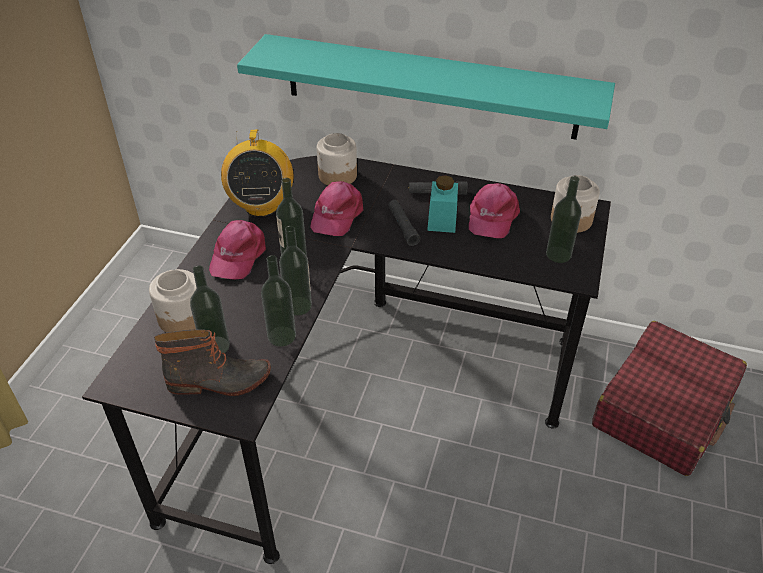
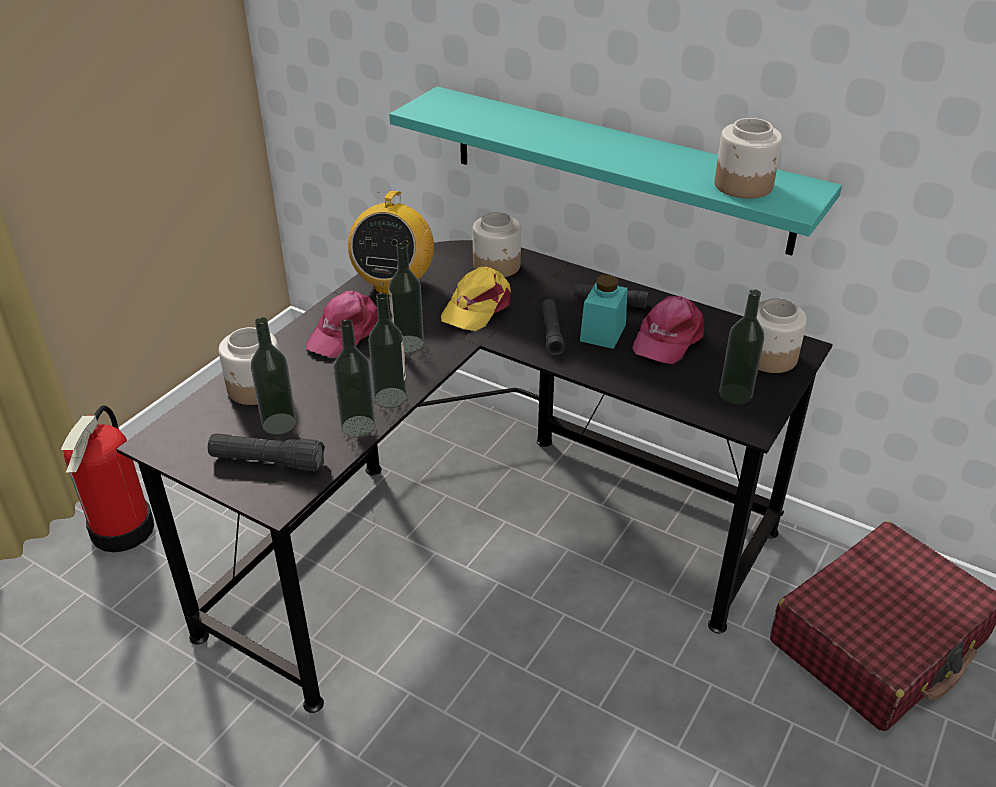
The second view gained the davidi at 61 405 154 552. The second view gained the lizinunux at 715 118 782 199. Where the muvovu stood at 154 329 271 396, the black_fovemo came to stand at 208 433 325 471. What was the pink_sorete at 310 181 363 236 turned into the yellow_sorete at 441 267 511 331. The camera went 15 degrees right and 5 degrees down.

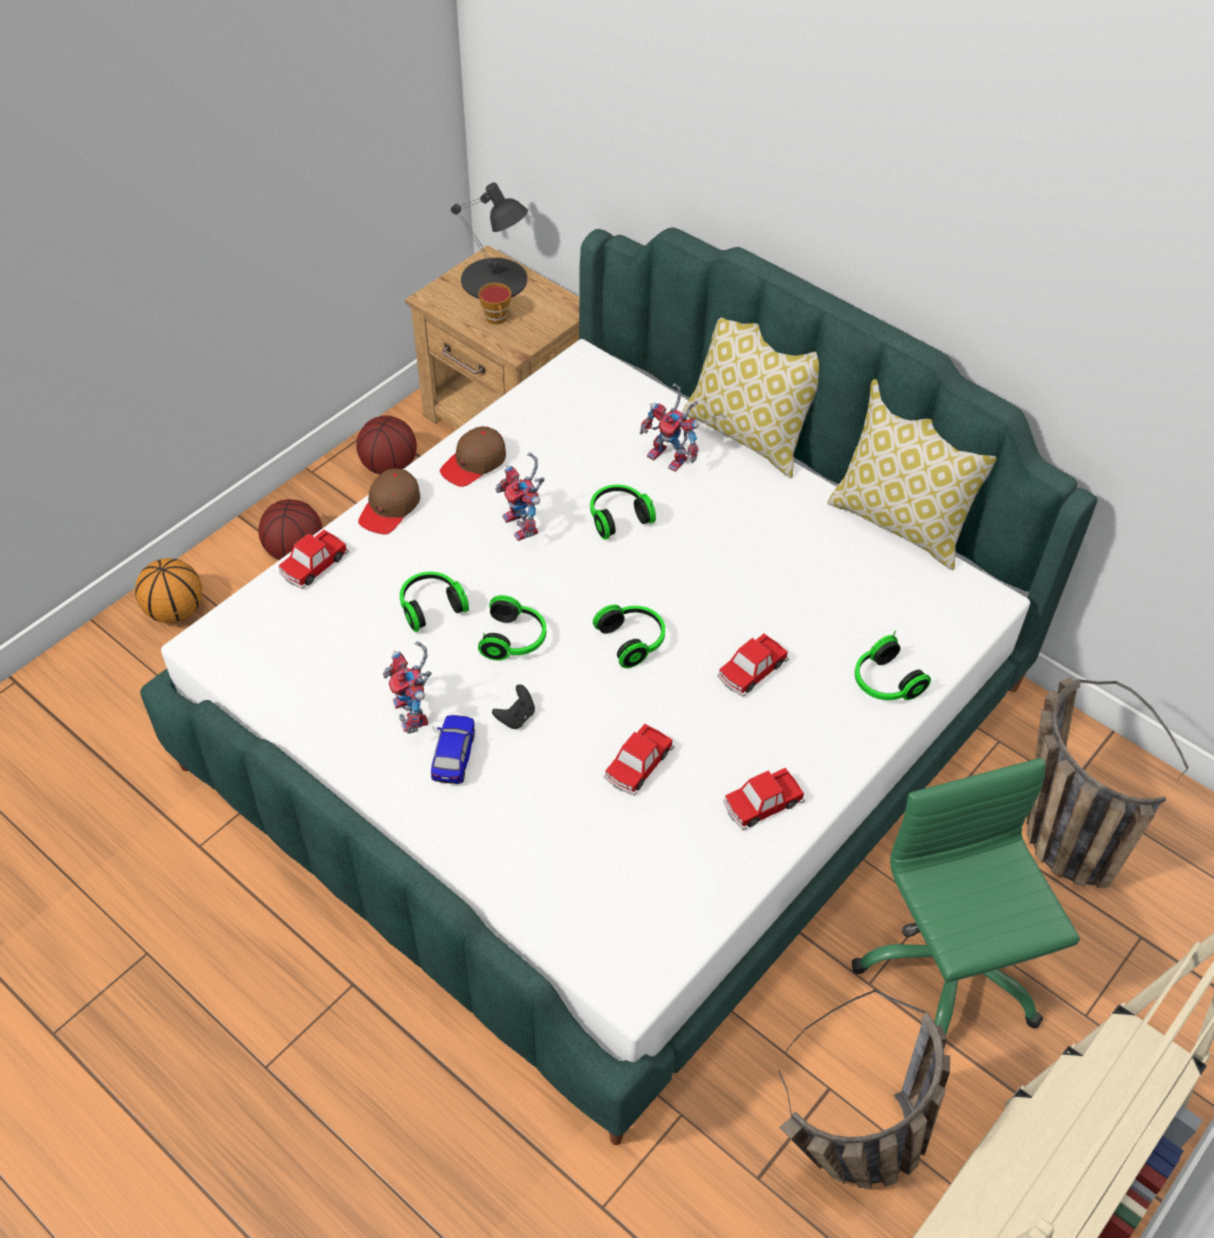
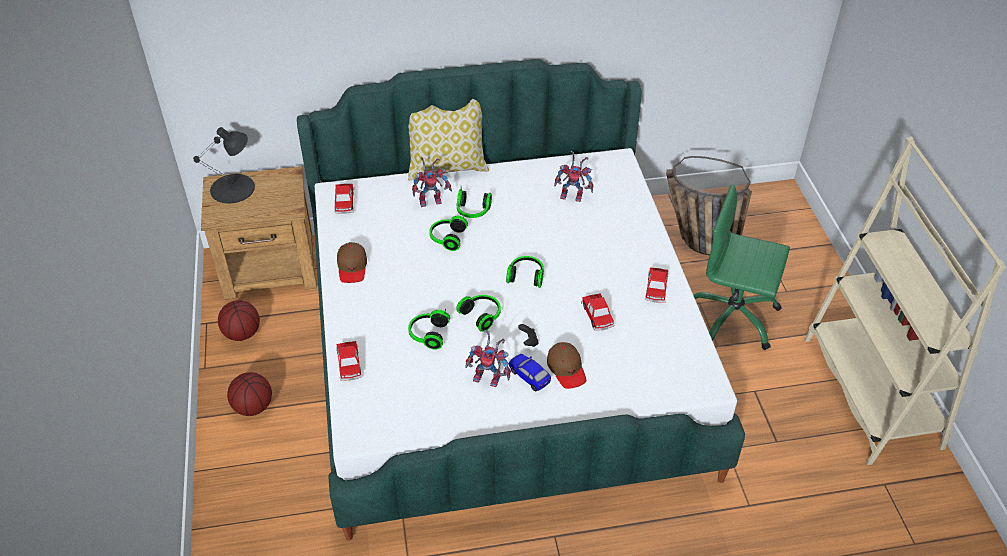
The second view lost the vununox at 135 558 202 623. The second view lost the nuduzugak at 479 283 511 324. The second view lost the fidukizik at 779 989 950 1189. The second view lost the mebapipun at 827 379 996 570. The brown_sorete ended up elsewhere, having gone from 358 468 420 534 to 547 342 586 389. The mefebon ended up elsewhere, having gone from 495 452 544 541 to 554 151 593 202. The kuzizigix ended up elsewhere, having gone from 717 634 789 697 to 334 184 354 214. The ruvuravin ended up elsewhere, having gone from 855 631 931 700 to 457 189 492 218. The camera went 50 degrees left and 5 degrees down.

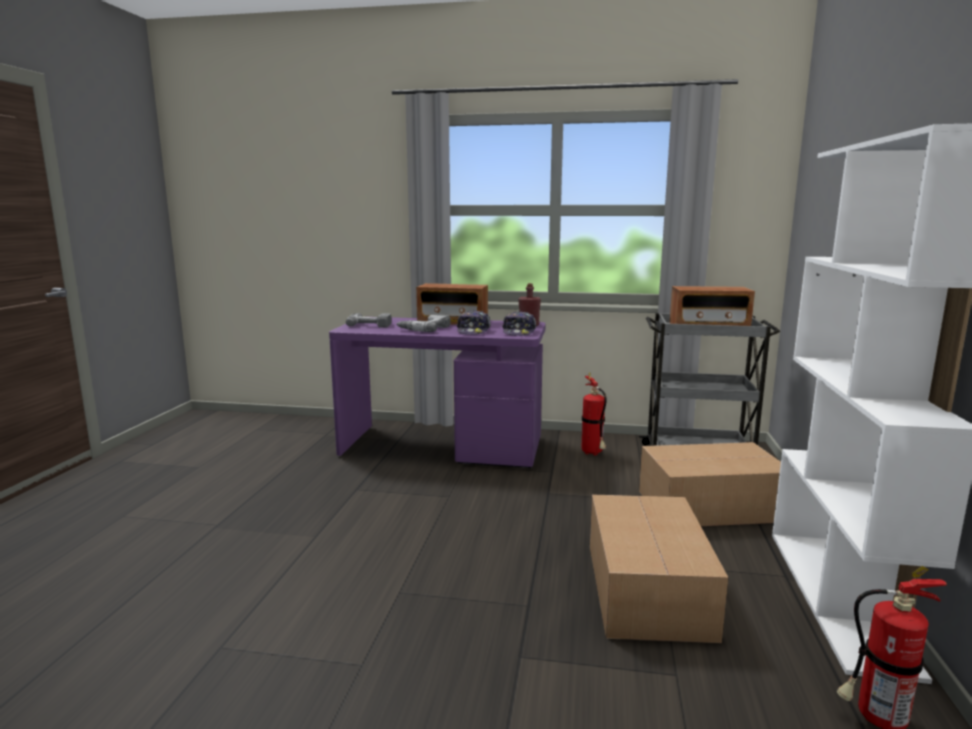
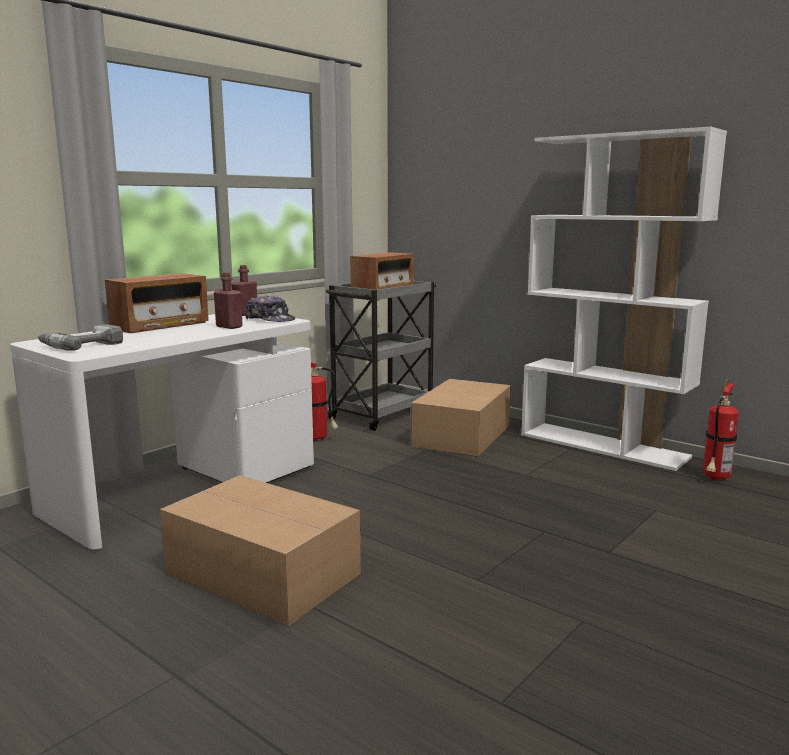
The second view lost the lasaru at 397 314 451 332. The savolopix ended up elsewhere, having gone from 590 495 729 644 to 160 475 361 626. Where the sorete stood at 457 310 491 335, the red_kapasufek came to stand at 214 272 243 329. What was the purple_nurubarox at 329 317 546 468 turned into the white_nurubarox at 10 314 314 549. The camera went 60 degrees left and 0 degrees up.

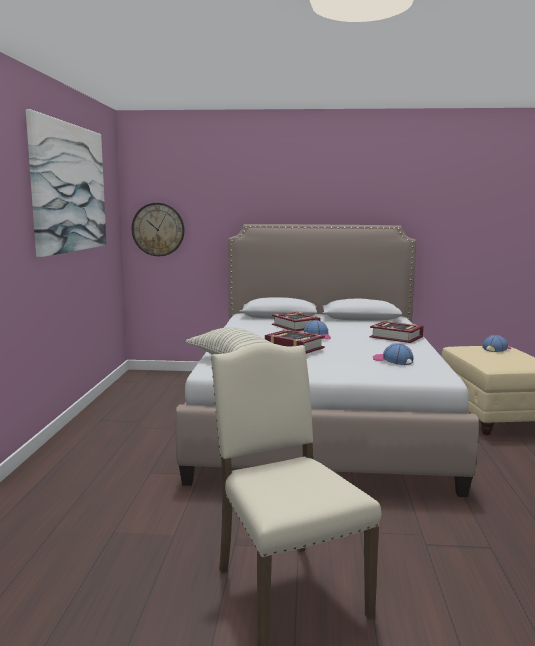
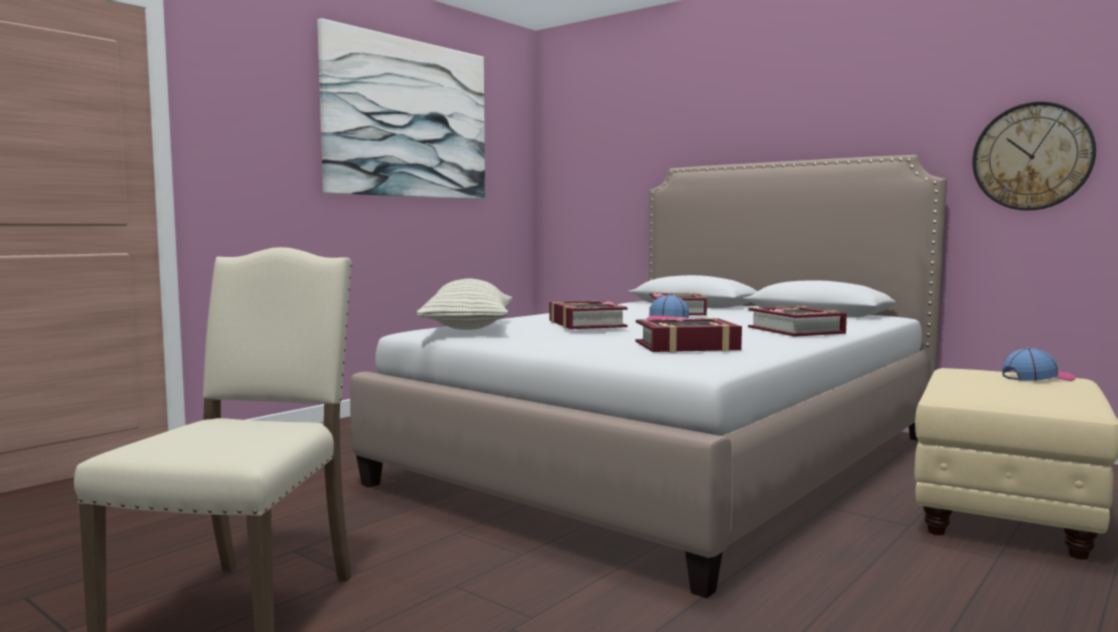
The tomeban ended up elsewhere, having gone from 132 203 184 256 to 972 102 1096 211. Where the sorete stood at 373 343 413 365, the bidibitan came to stand at 636 317 742 353. The camera went 35 degrees right and 5 degrees down.

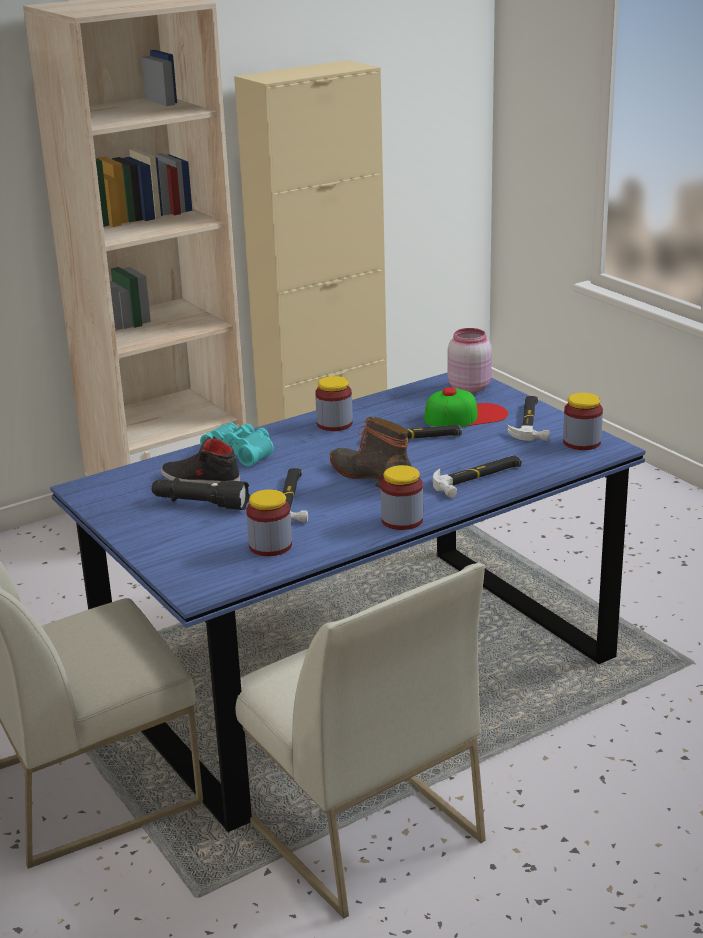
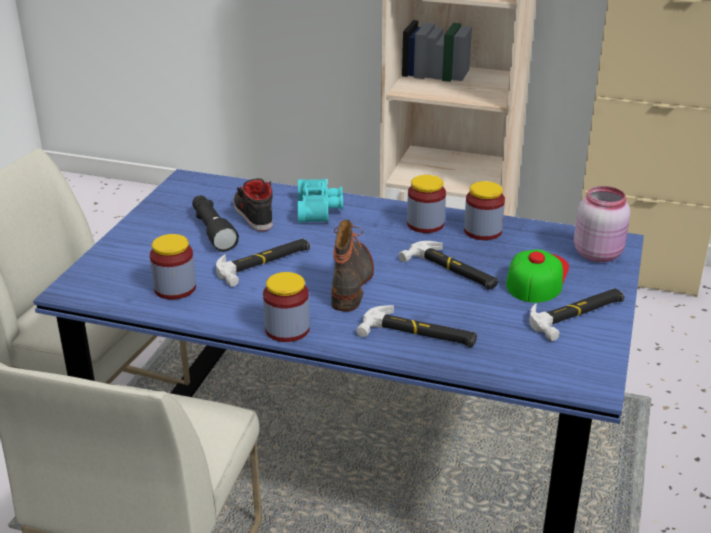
The lizinunux ended up elsewhere, having gone from 563 393 603 450 to 464 181 505 240. The sorete at 424 387 508 427 ended up facing another way, 105 degrees counterclockwise from before. The camera went 50 degrees right and 5 degrees up.

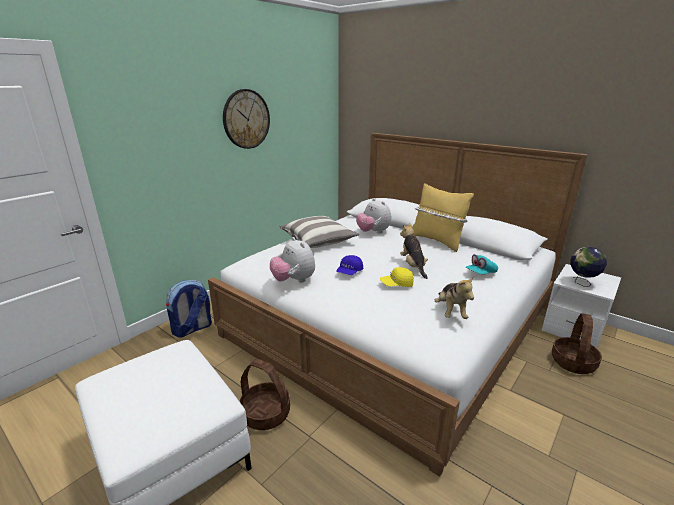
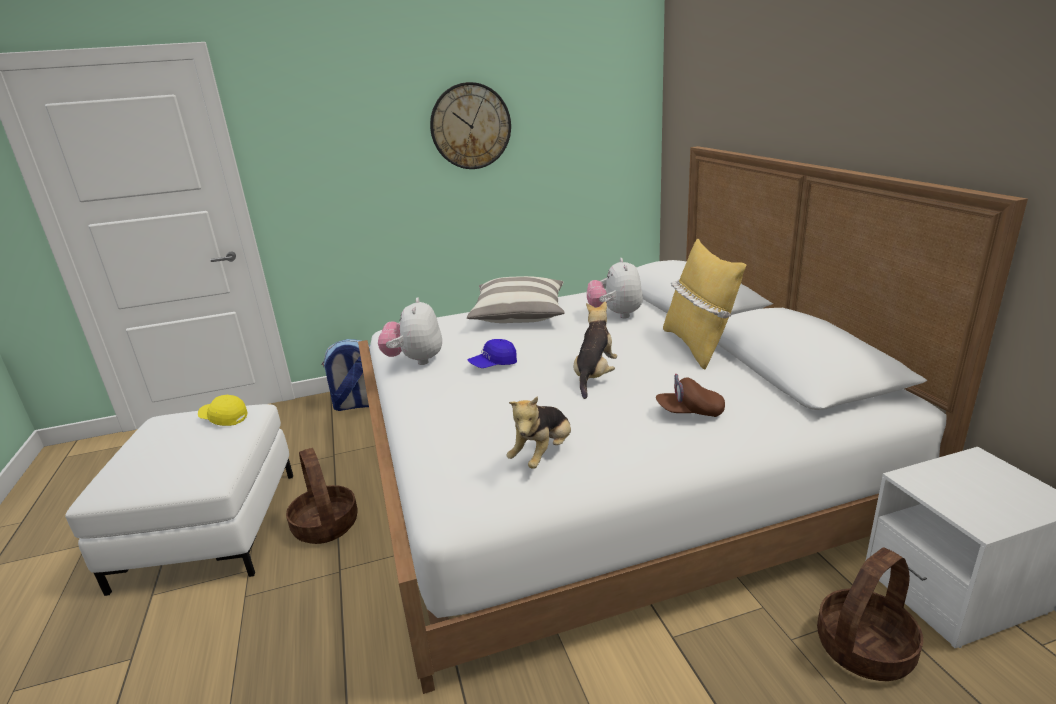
The second view lost the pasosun at 570 247 607 287. The yellow_sorete ended up elsewhere, having gone from 380 267 414 287 to 198 395 248 426. What was the turquoise_sorete at 466 254 498 275 turned into the brown_sorete at 656 374 725 417. The camera went 35 degrees right and 0 degrees up.

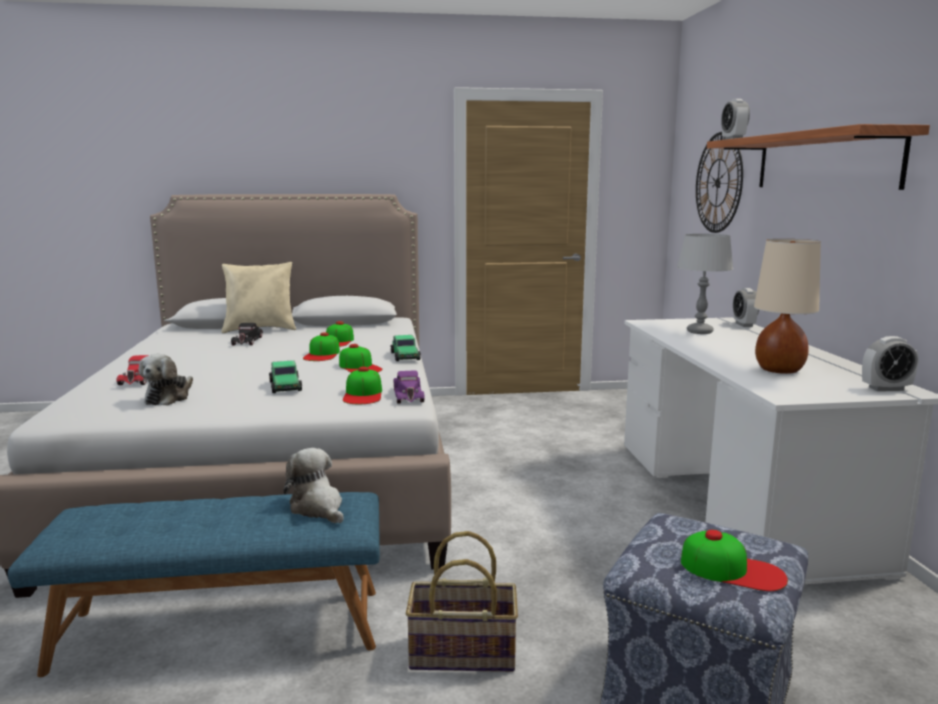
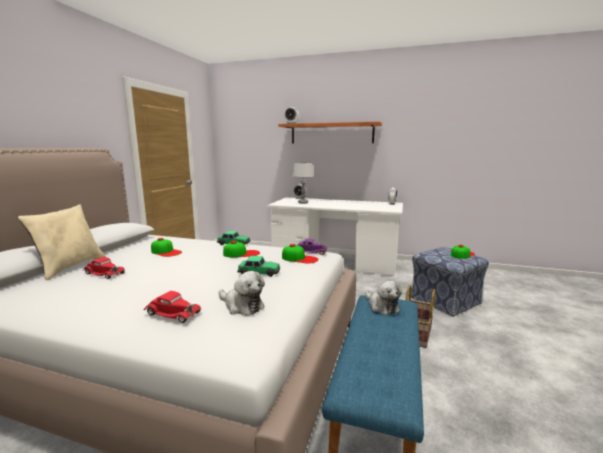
The second view lost the sorete at 303 332 340 361. The second view lost the tomeban at 696 132 743 233. The second view lost the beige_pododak at 754 239 821 374. What was the black_kuzizigix at 231 323 263 345 turned into the red_kuzizigix at 83 257 125 279. The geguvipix at 283 448 344 523 ended up facing another way, 105 degrees counterclockwise from before. The camera went 65 degrees left and 0 degrees up.

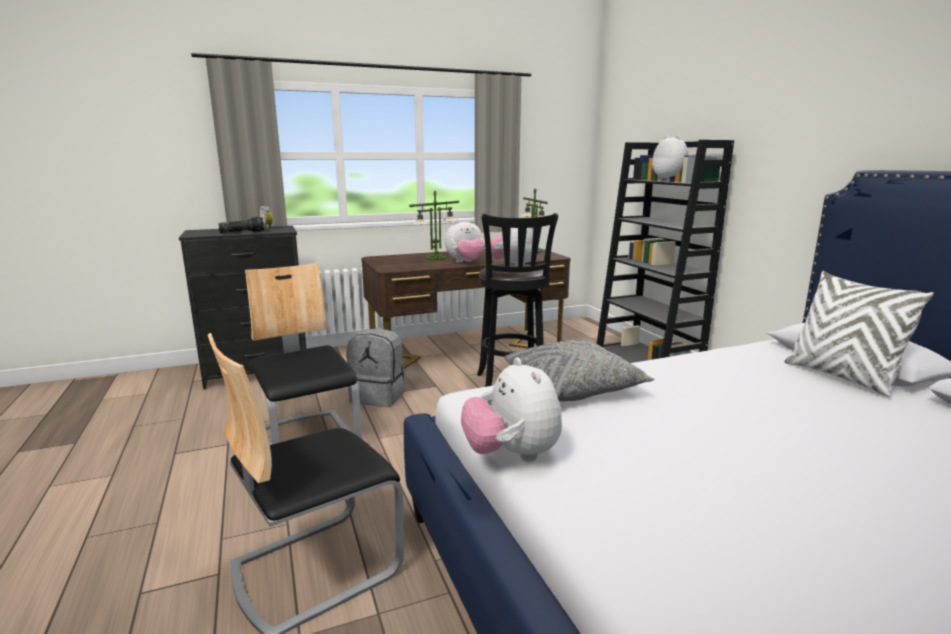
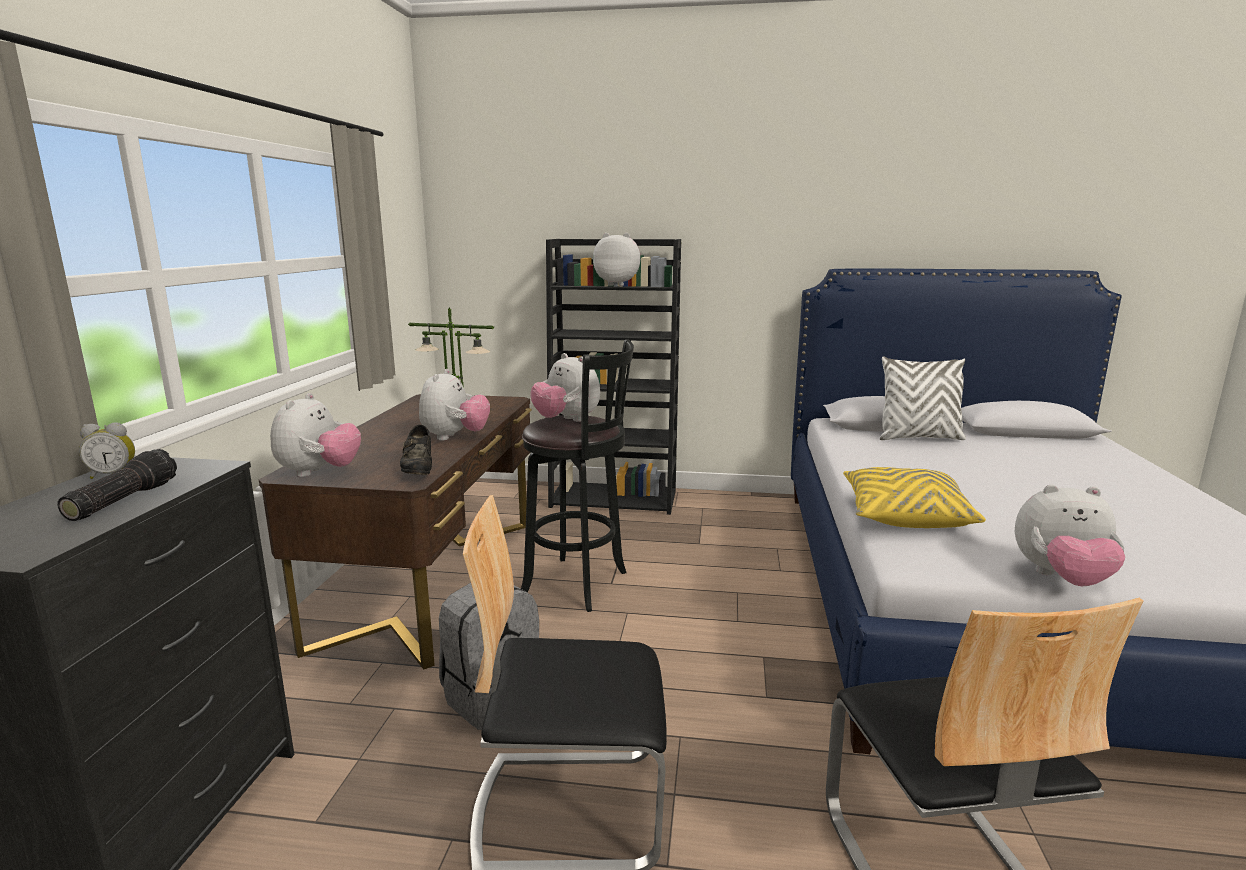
The second view lost the pododak at 409 190 459 260. The second view gained the geguvipix at 270 393 361 477. The second view gained the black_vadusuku at 400 425 432 475. What was the grey_mebapipun at 504 340 654 402 turned into the yellow_mebapipun at 843 467 986 528. The camera went 60 degrees left and 0 degrees up.

